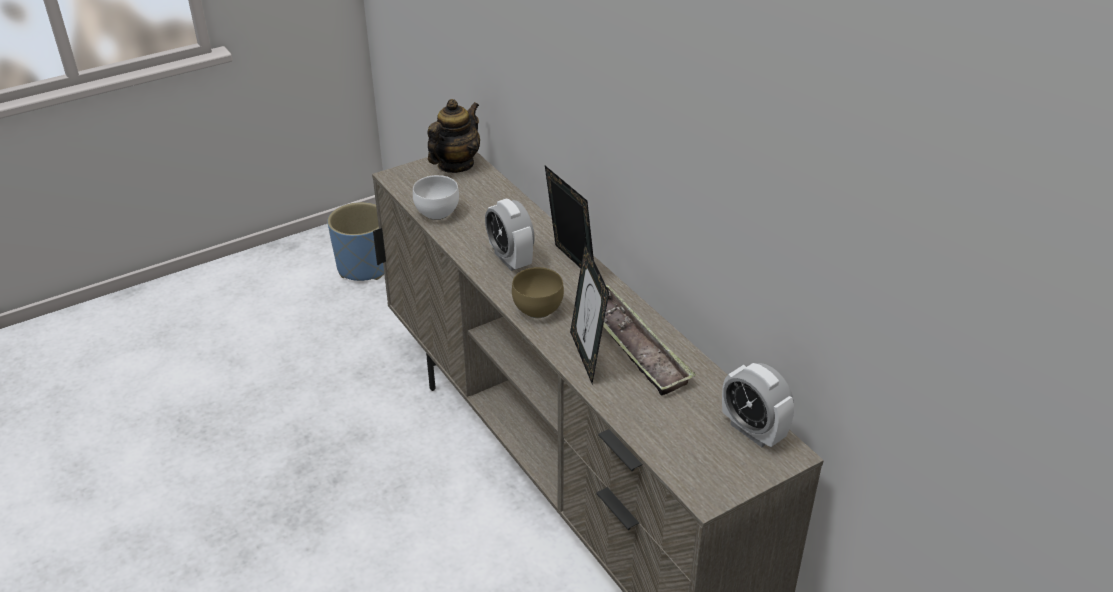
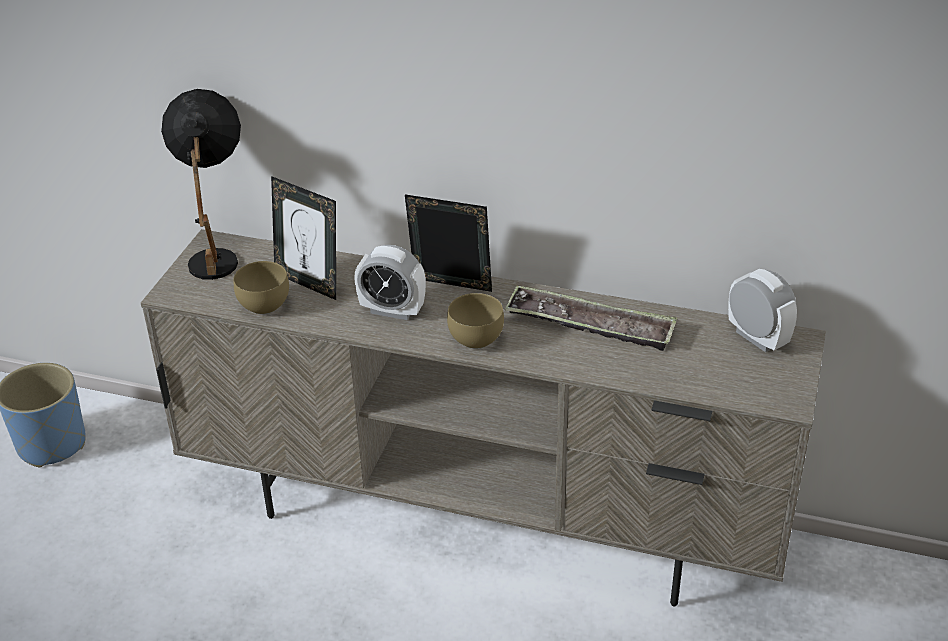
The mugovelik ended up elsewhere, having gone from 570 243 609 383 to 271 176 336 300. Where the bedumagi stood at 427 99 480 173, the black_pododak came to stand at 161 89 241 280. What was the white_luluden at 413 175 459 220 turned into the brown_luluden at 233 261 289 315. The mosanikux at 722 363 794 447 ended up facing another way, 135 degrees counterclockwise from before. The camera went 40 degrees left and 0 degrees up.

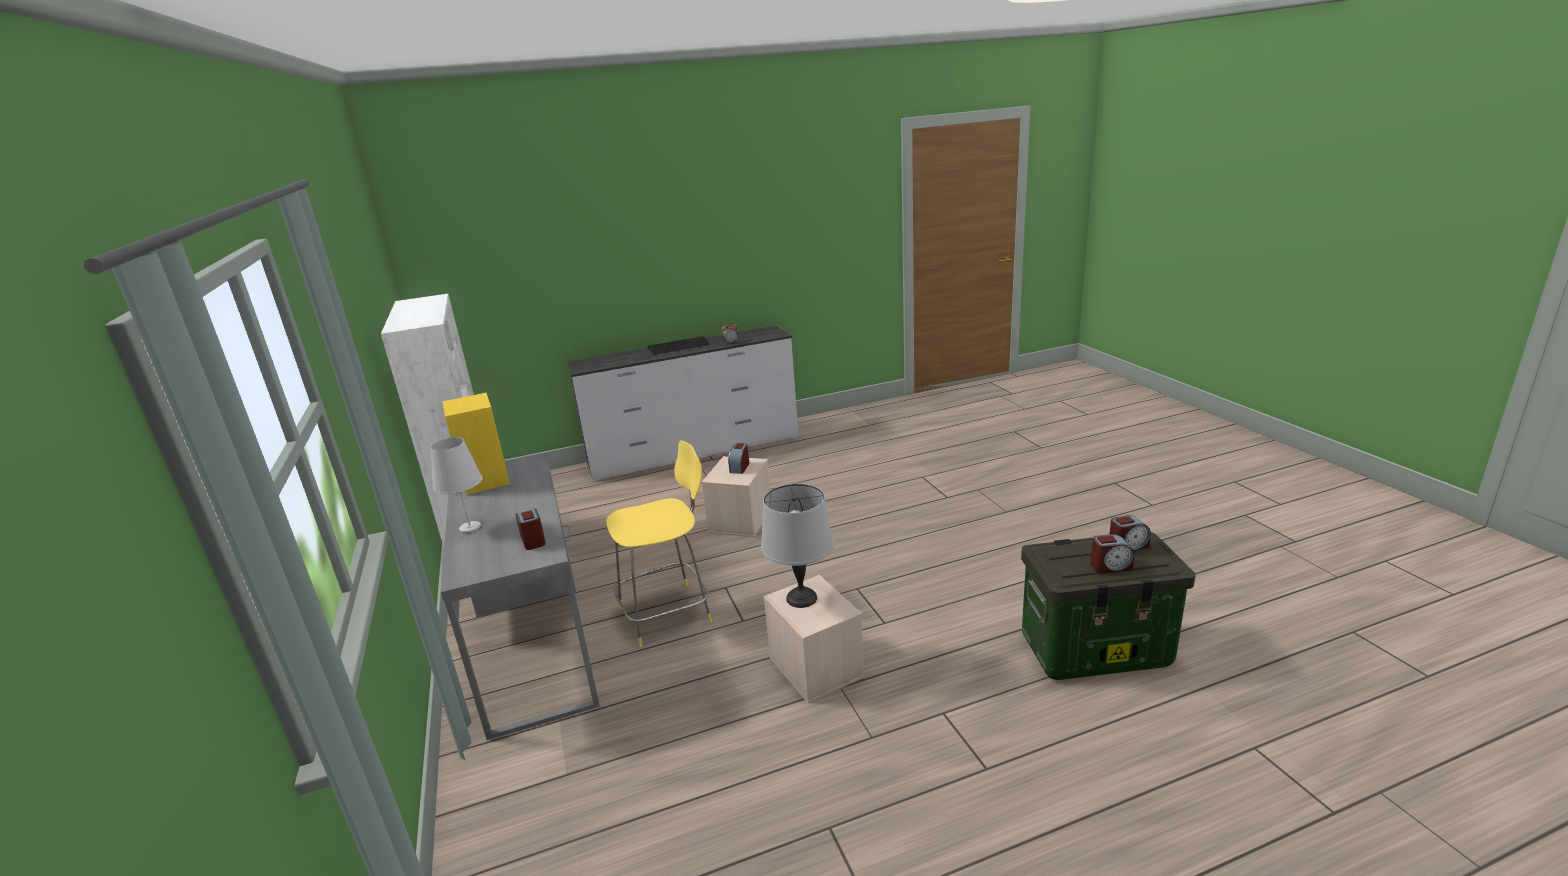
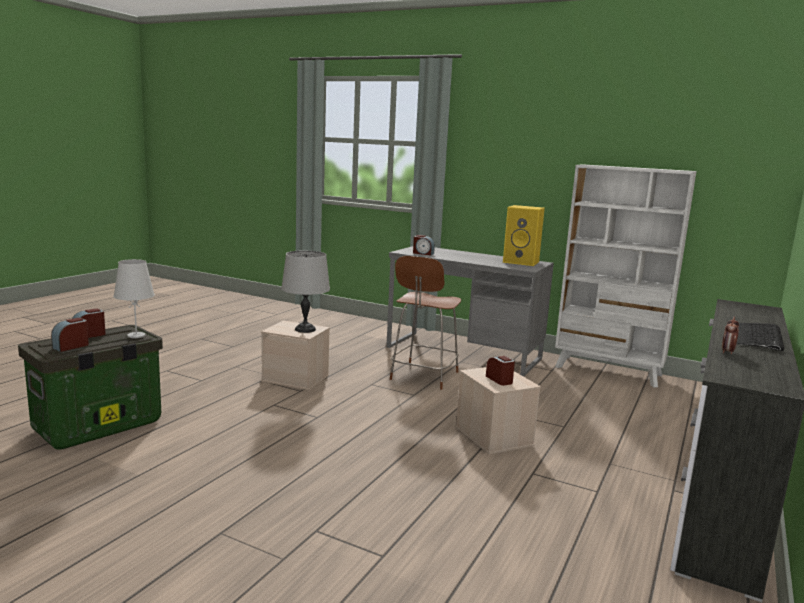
The white_pododak ended up elsewhere, having gone from 430 437 483 533 to 113 259 155 338. What was the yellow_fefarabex at 606 440 712 647 turned into the brown_fefarabex at 390 256 461 390. The camera went 135 degrees right and 10 degrees down.

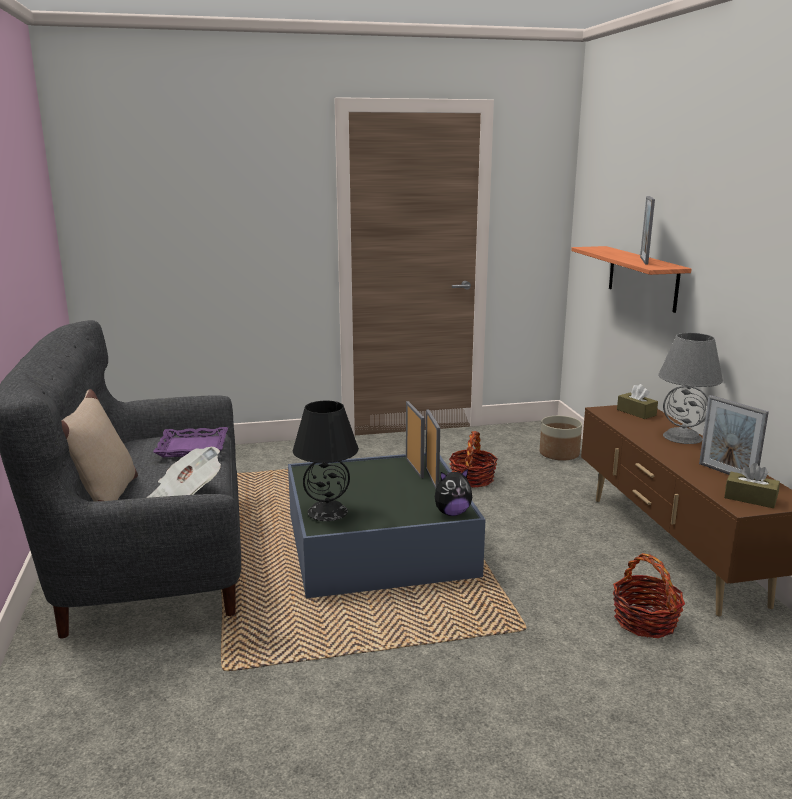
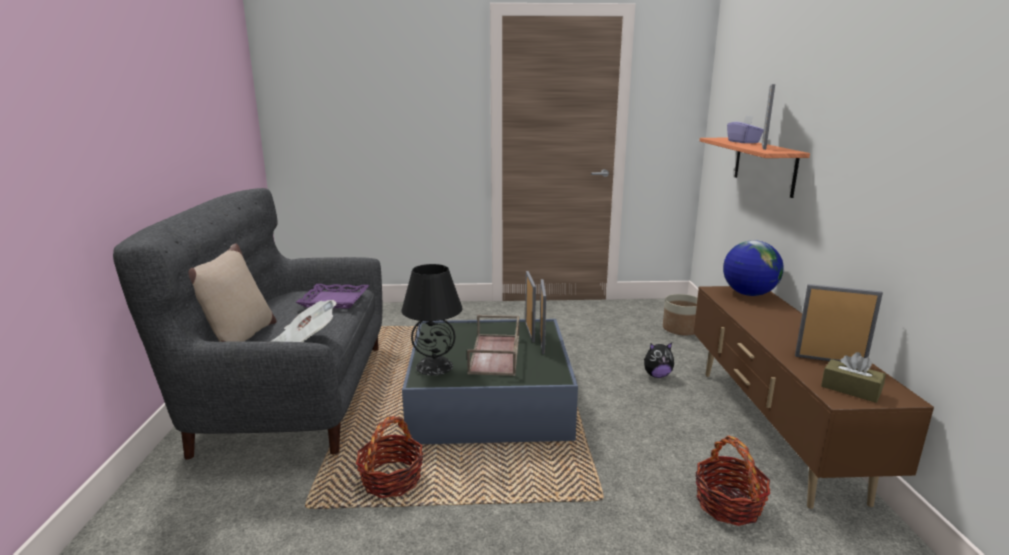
The second view lost the grey_pododak at 658 333 723 444. The second view gained the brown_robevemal at 467 315 519 376. The second view gained the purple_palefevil at 727 116 764 143. The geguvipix ended up elsewhere, having gone from 435 469 472 516 to 644 343 674 378. The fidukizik ended up elsewhere, having gone from 449 431 498 488 to 356 416 423 498. Where the brown_palefevil stood at 617 384 658 419, the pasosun came to stand at 723 240 784 296. The mugovelik at 699 395 769 475 ended up facing another way, 135 degrees clockwise from before. The camera went 10 degrees right and 0 degrees up.

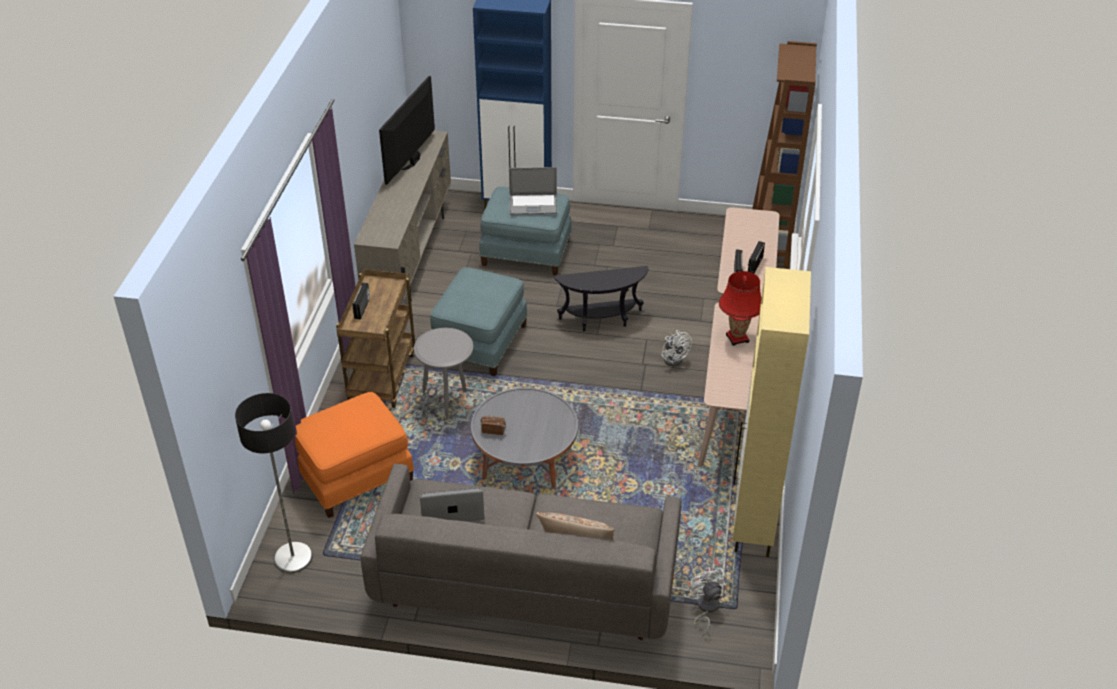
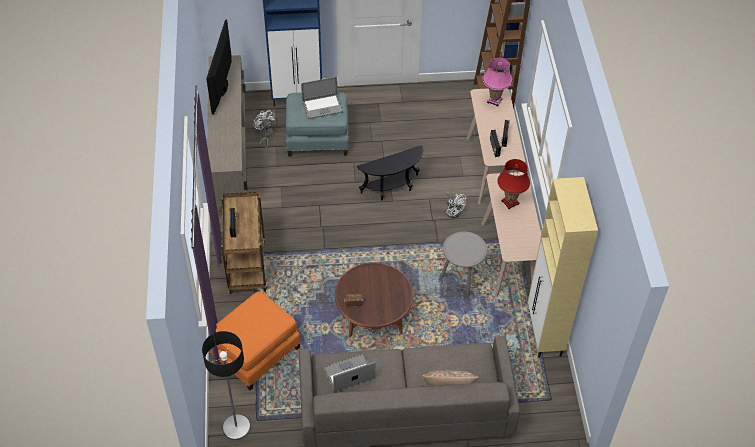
The second view lost the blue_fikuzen at 430 267 528 376. The second view gained the pink_pododak at 483 58 513 107. The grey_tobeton ended up elsewhere, having gone from 414 328 473 419 to 441 231 487 297. The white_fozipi ended up elsewhere, having gone from 689 567 727 637 to 254 110 275 150. What was the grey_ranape at 471 388 578 488 turned into the brown_ranape at 335 263 413 337. The camera went 15 degrees left and 10 degrees up.

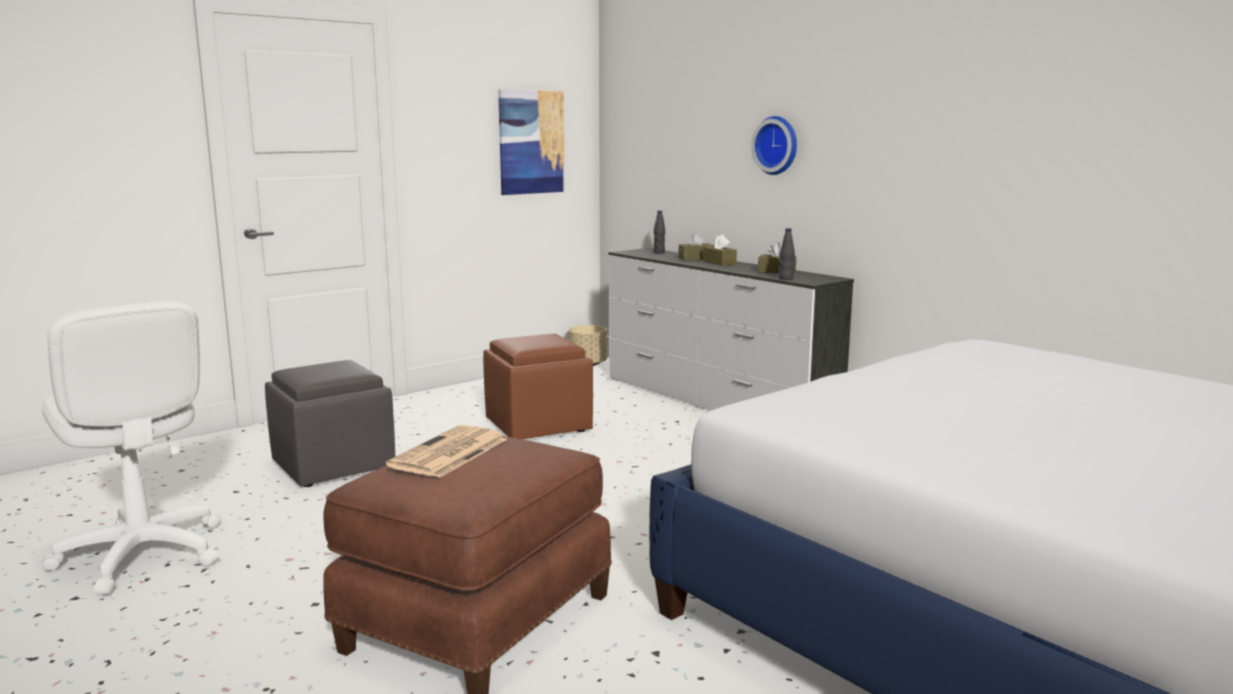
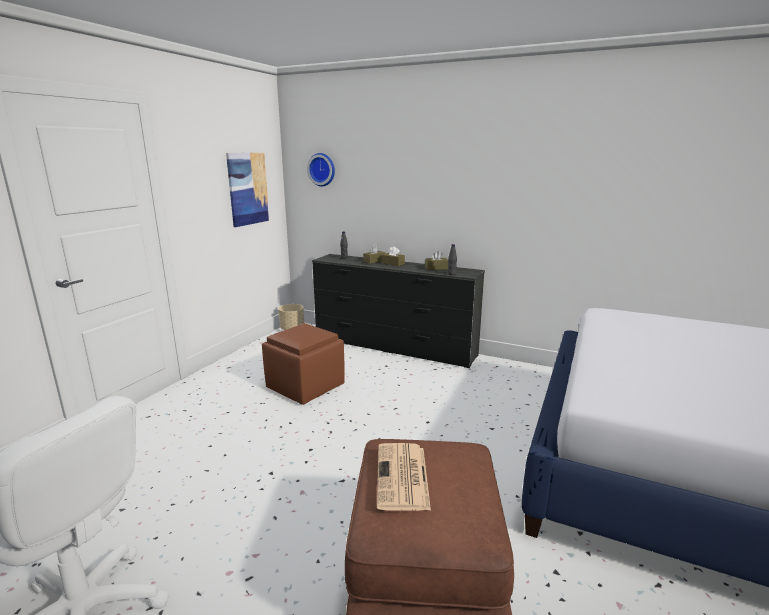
The second view lost the grey_fikuzen at 265 360 395 487. The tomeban ended up elsewhere, having gone from 751 116 797 175 to 307 153 335 186. What was the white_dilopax at 609 248 854 411 turned into the black_dilopax at 312 254 485 368. The camera went 25 degrees left and 5 degrees up.

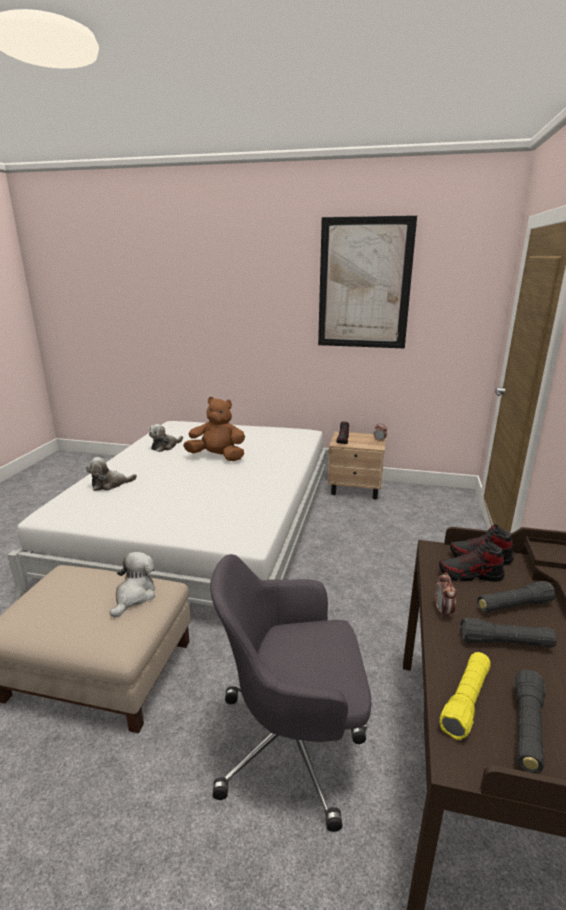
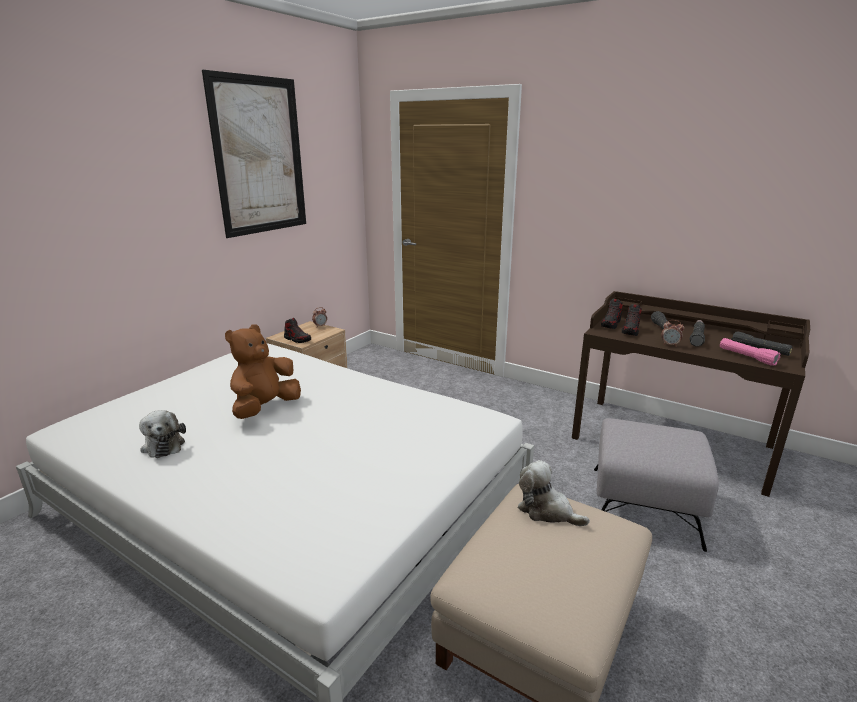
The second view lost the geguvipix at 86 457 137 491. Where the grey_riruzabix stood at 210 554 372 832, the grey_fikuzen came to stand at 594 418 719 552. What was the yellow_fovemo at 440 652 491 740 turned into the pink_fovemo at 720 338 780 366. The camera went 70 degrees left and 0 degrees up.

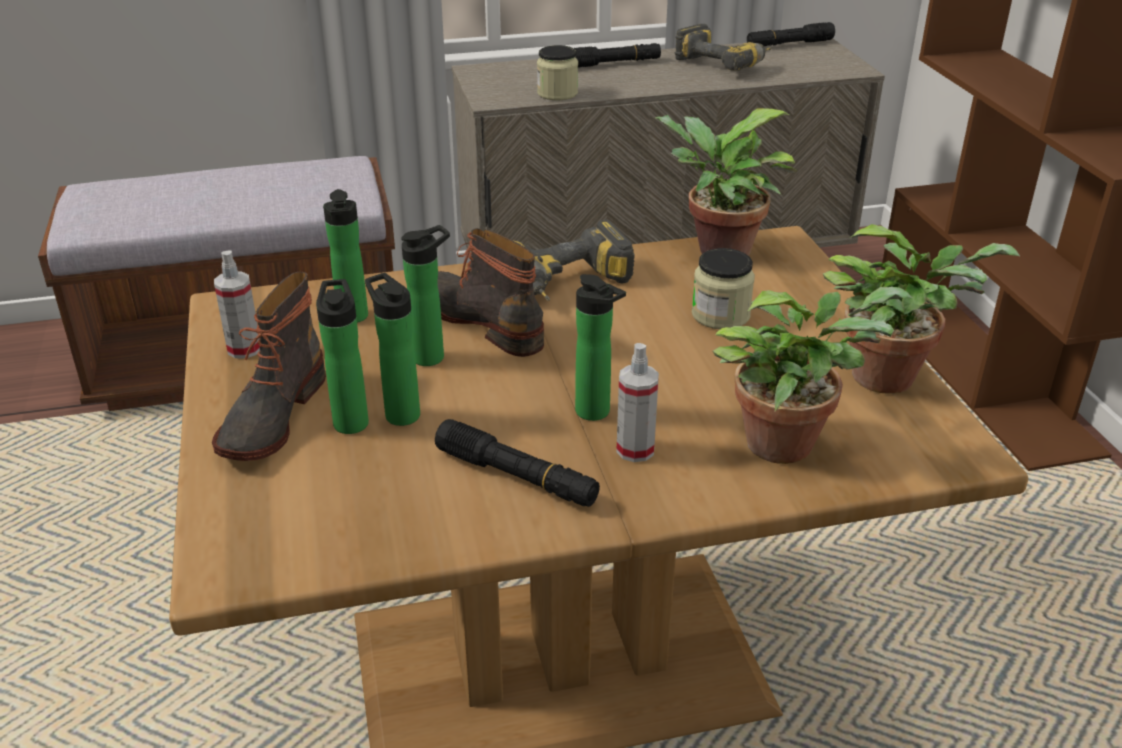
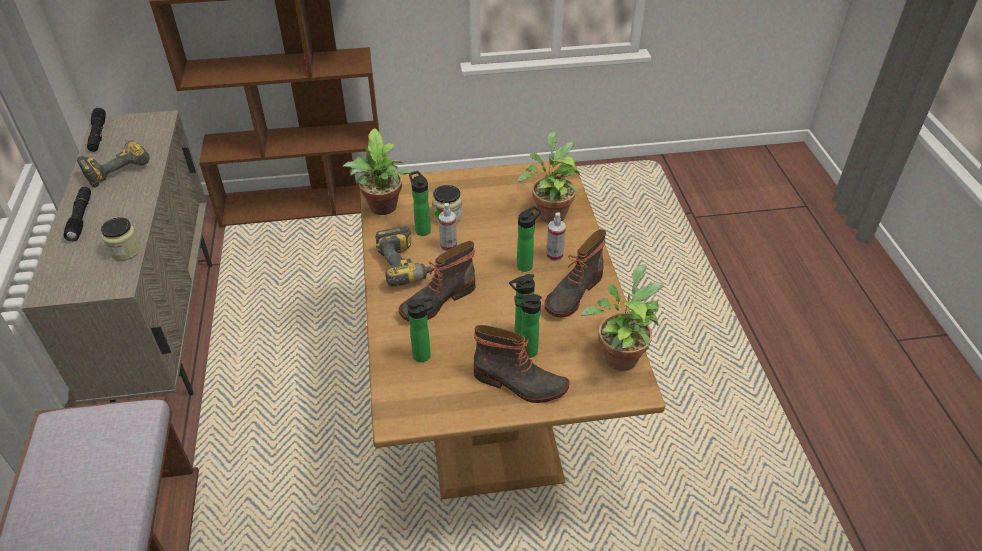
The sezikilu ended up elsewhere, having gone from 214 250 260 359 to 439 203 457 251. The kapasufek ended up elsewhere, having gone from 401 225 450 366 to 409 171 431 236. The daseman ended up elsewhere, having gone from 823 224 1020 394 to 581 264 664 371. Where the black_fovemo stood at 435 419 600 507, the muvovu came to stand at 544 229 606 318. The camera went 85 degrees left and 10 degrees up.

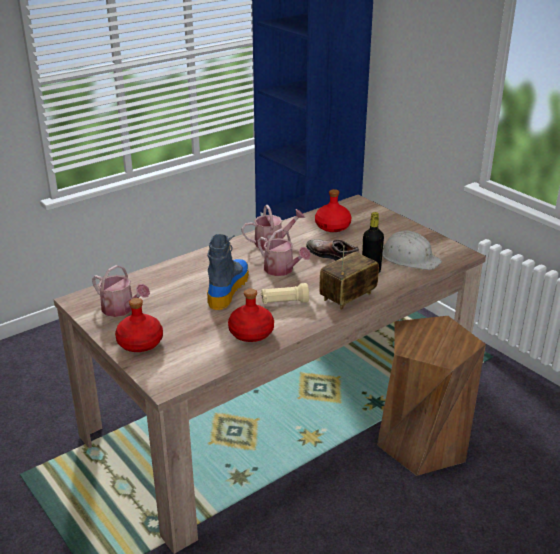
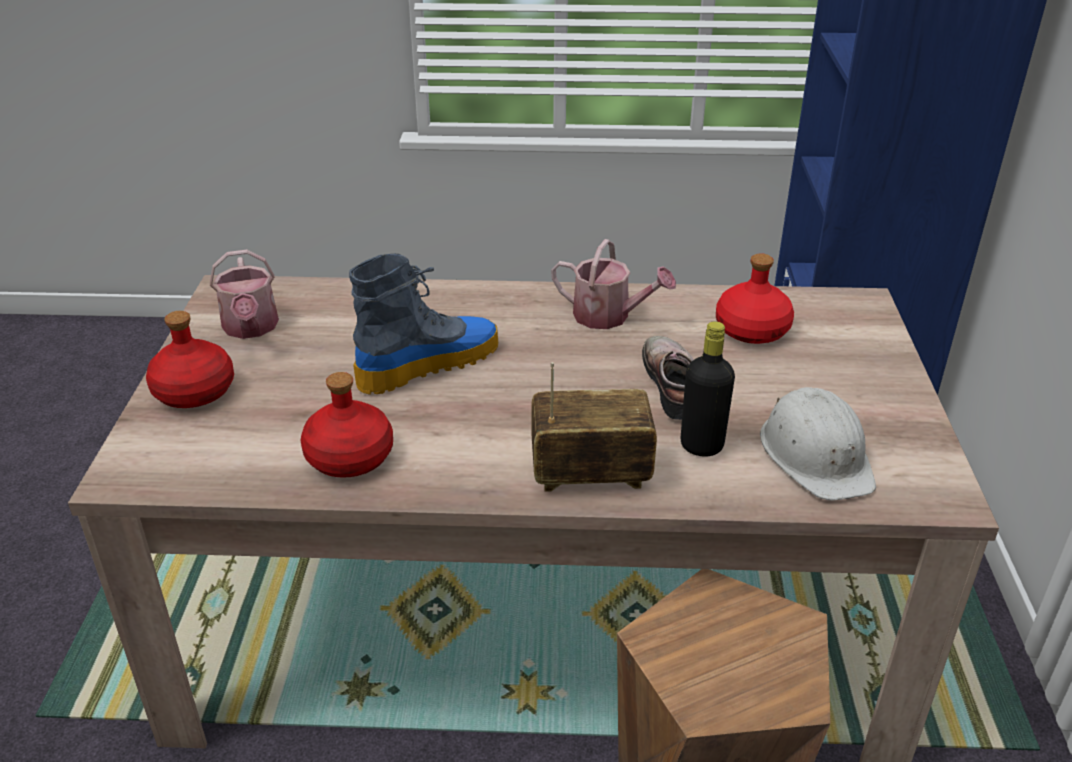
The second view lost the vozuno at 258 228 311 276. The second view lost the beige_fovemo at 261 283 309 304. The camera went 40 degrees right and 5 degrees up.

